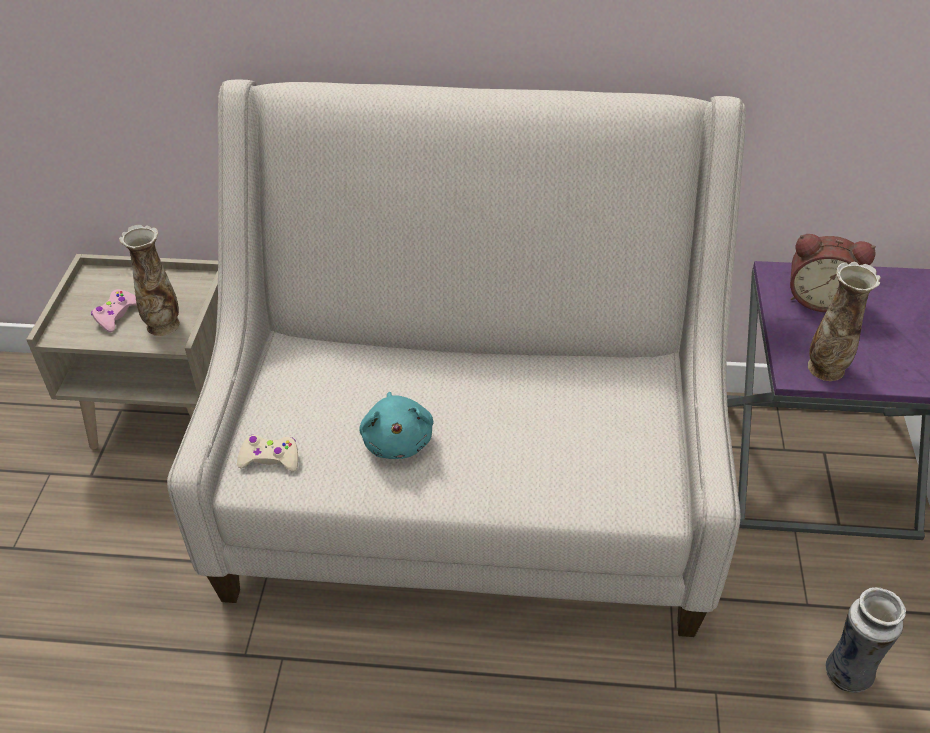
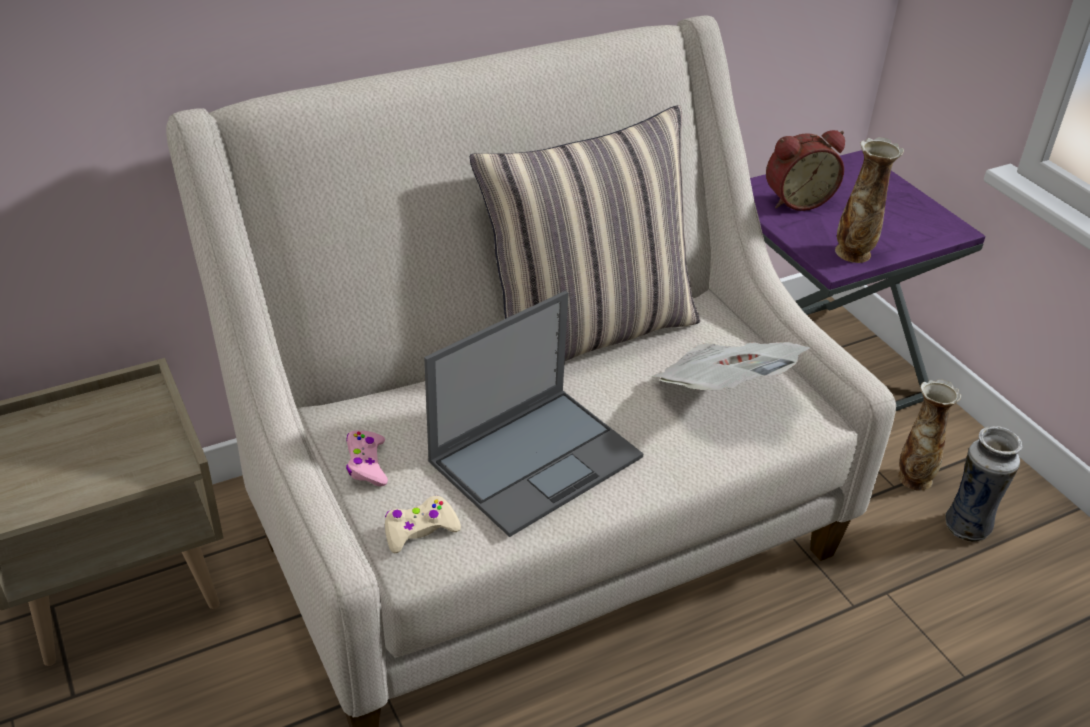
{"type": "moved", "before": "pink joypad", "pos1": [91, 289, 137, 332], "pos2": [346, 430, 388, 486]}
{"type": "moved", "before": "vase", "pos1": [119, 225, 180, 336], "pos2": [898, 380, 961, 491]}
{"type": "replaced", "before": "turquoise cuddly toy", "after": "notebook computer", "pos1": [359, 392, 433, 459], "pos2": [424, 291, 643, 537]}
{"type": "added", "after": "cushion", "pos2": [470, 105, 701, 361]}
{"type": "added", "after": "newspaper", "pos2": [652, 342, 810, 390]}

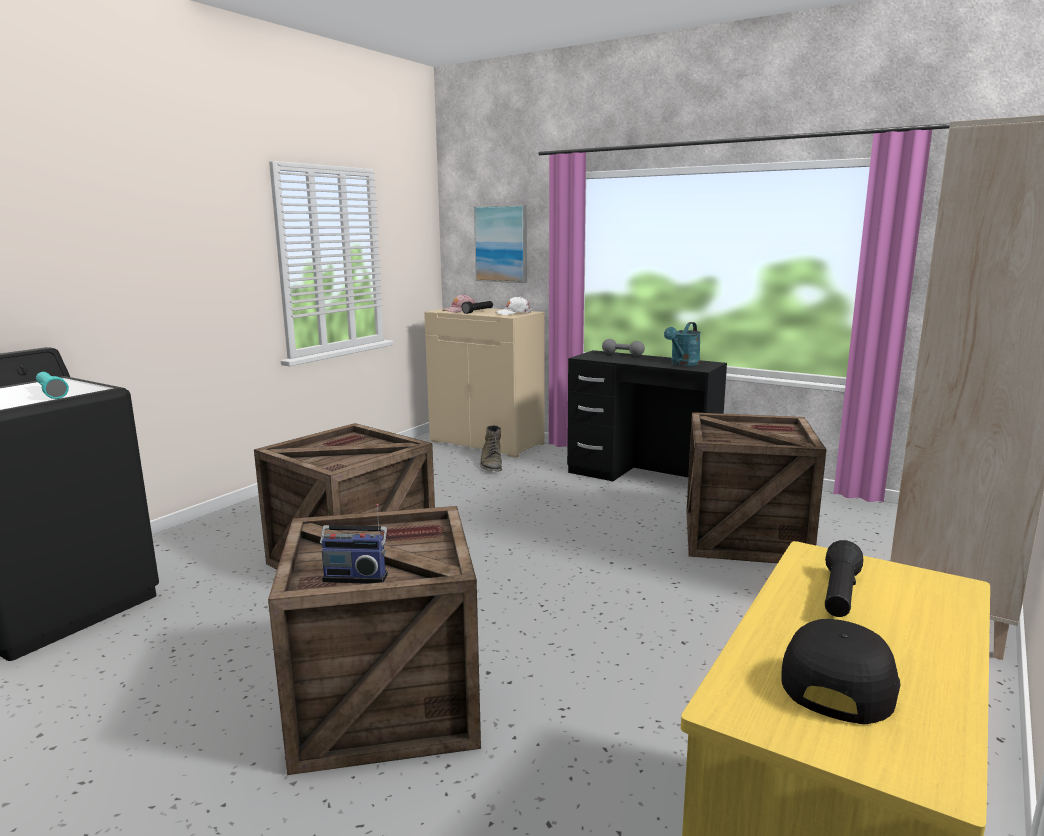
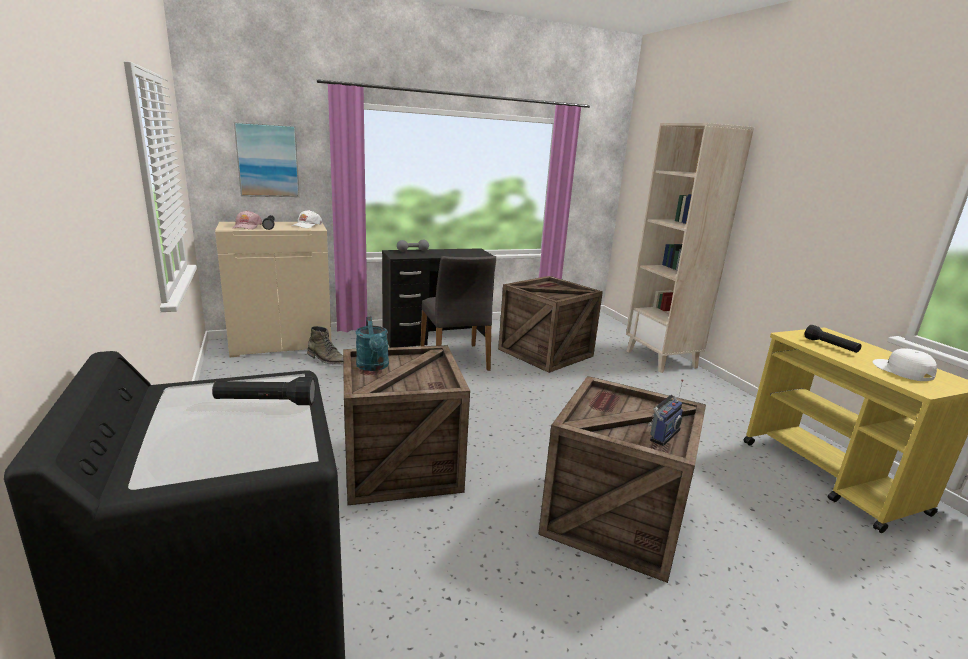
{"type": "recoloured", "before": "turquoise torch", "after": "black torch", "pos1": [36, 372, 69, 399], "pos2": [212, 377, 315, 405]}
{"type": "moved", "before": "turquoise watering can", "pos1": [664, 322, 701, 366], "pos2": [355, 317, 389, 371]}
{"type": "recoloured", "before": "black baseball cap", "after": "white-coloured baseball cap", "pos1": [781, 619, 901, 724], "pos2": [873, 348, 937, 381]}
{"type": "added", "after": "greyish upright chair", "pos2": [420, 256, 496, 371]}

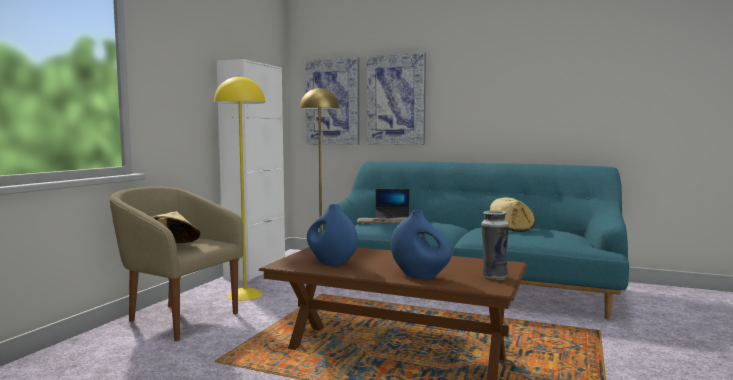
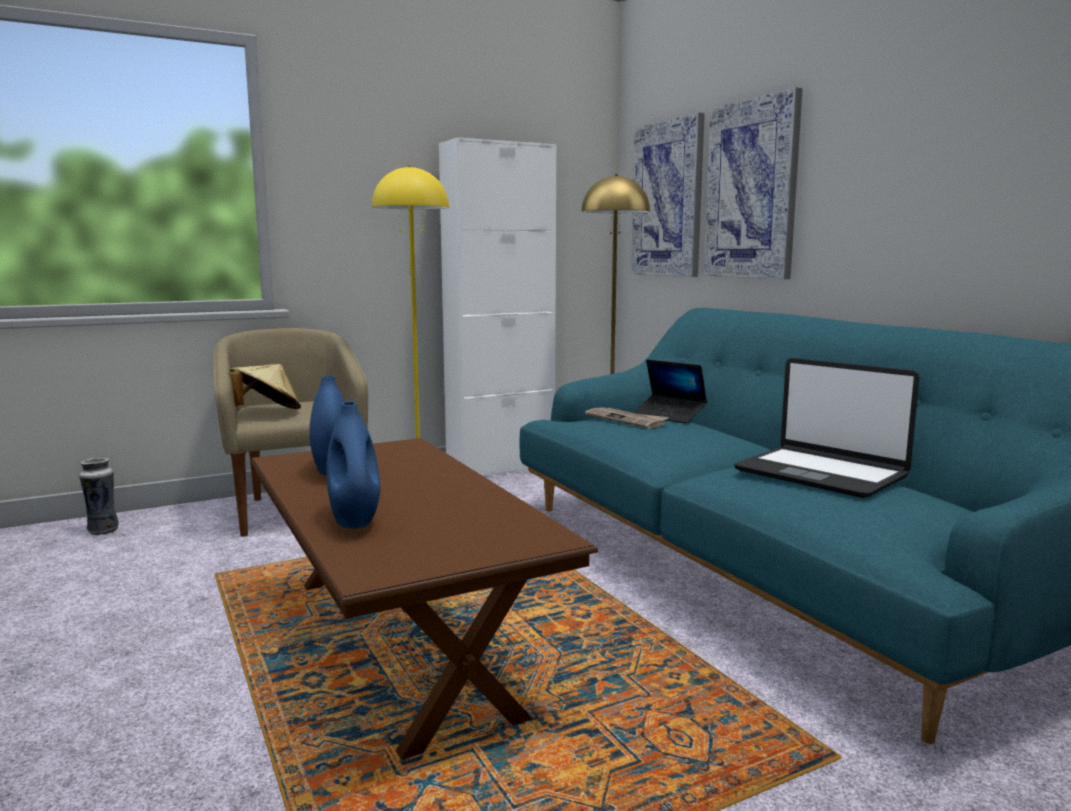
{"type": "moved", "before": "vase", "pos1": [481, 210, 509, 280], "pos2": [79, 458, 119, 535]}
{"type": "replaced", "before": "beige-coloured hat", "after": "notebook computer", "pos1": [490, 197, 535, 232], "pos2": [734, 358, 920, 498]}

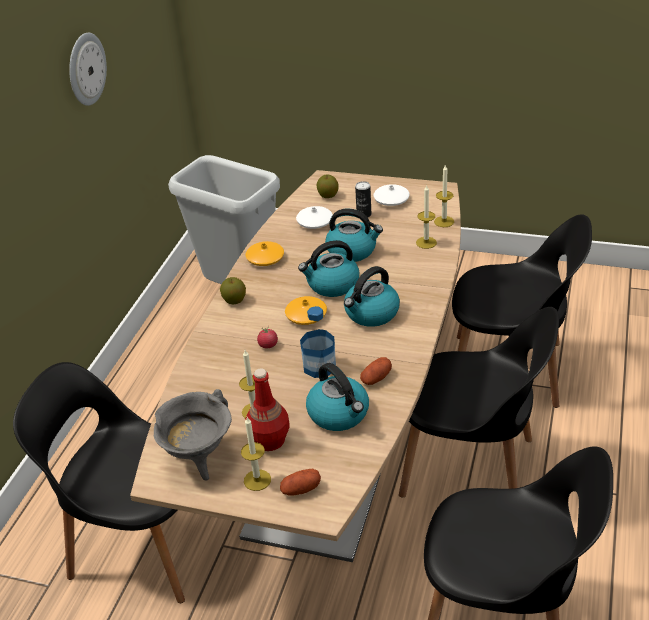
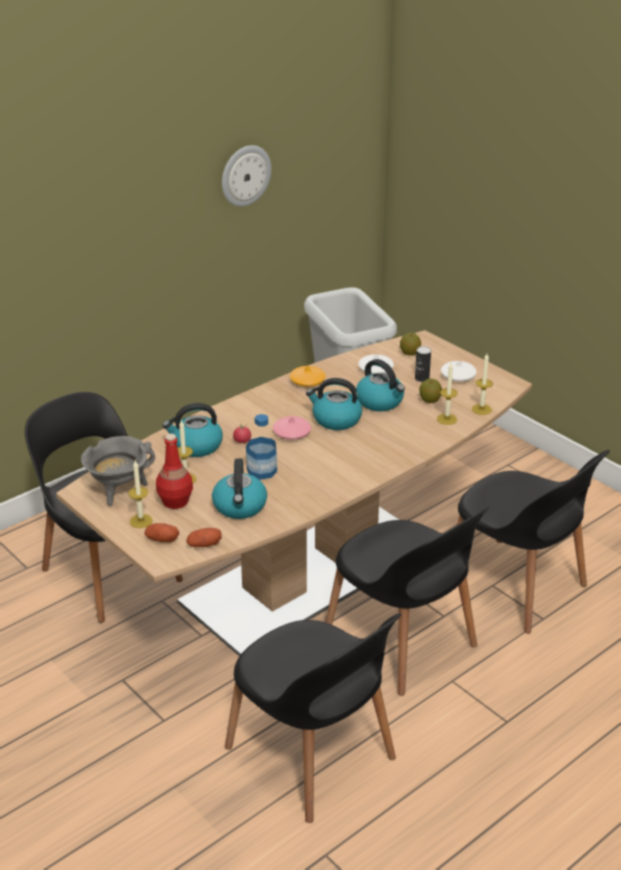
{"type": "moved", "before": "whole apple", "pos1": [220, 277, 246, 305], "pos2": [419, 379, 442, 403]}
{"type": "recoloured", "before": "orange vase", "after": "pink vase", "pos1": [285, 296, 327, 325], "pos2": [273, 416, 311, 440]}
{"type": "moved", "before": "tea kettle", "pos1": [344, 266, 400, 327], "pos2": [162, 403, 223, 457]}
{"type": "moved", "before": "whole potato", "pos1": [360, 357, 392, 385], "pos2": [186, 528, 222, 547]}

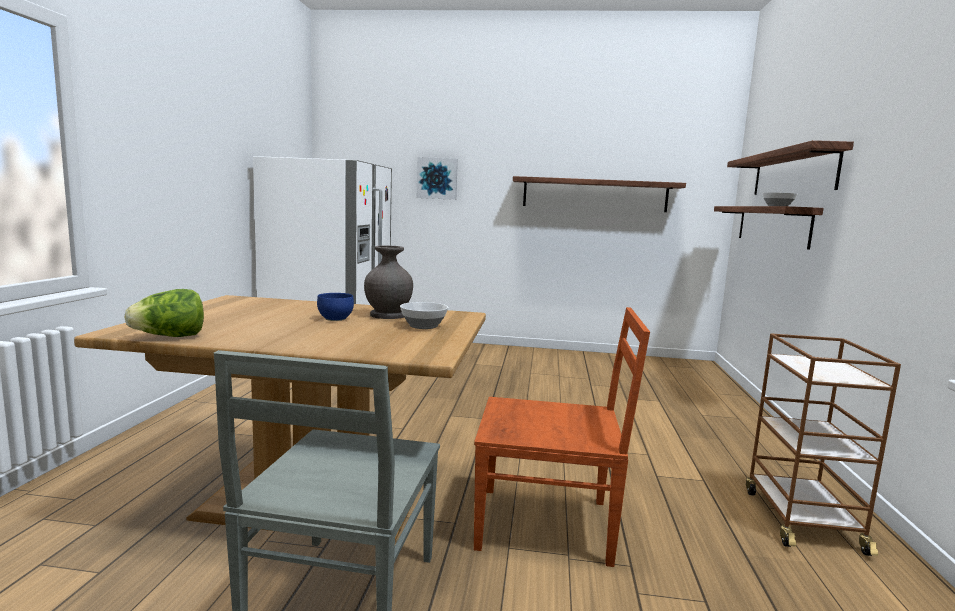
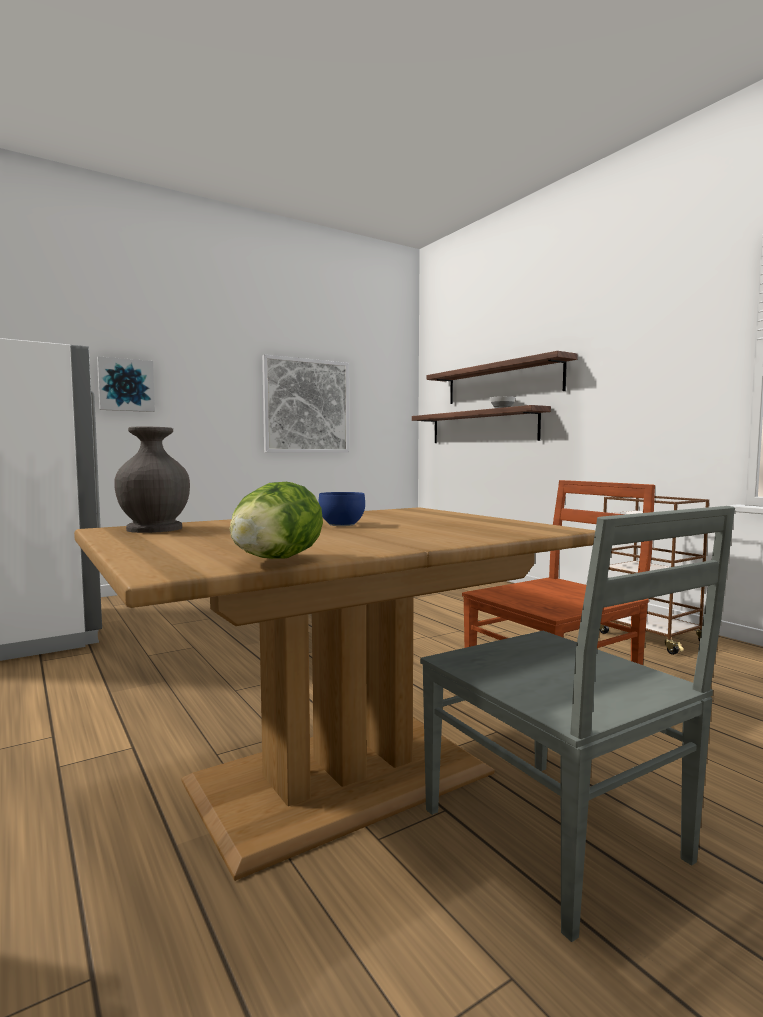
{"type": "moved", "before": "greyish vase", "pos1": [364, 245, 413, 319], "pos2": [114, 427, 190, 533]}
{"type": "removed", "before": "bowl", "pos1": [400, 302, 449, 329]}
{"type": "replaced", "before": "shelf", "after": "wall picture", "pos1": [513, 176, 686, 212], "pos2": [262, 354, 349, 453]}

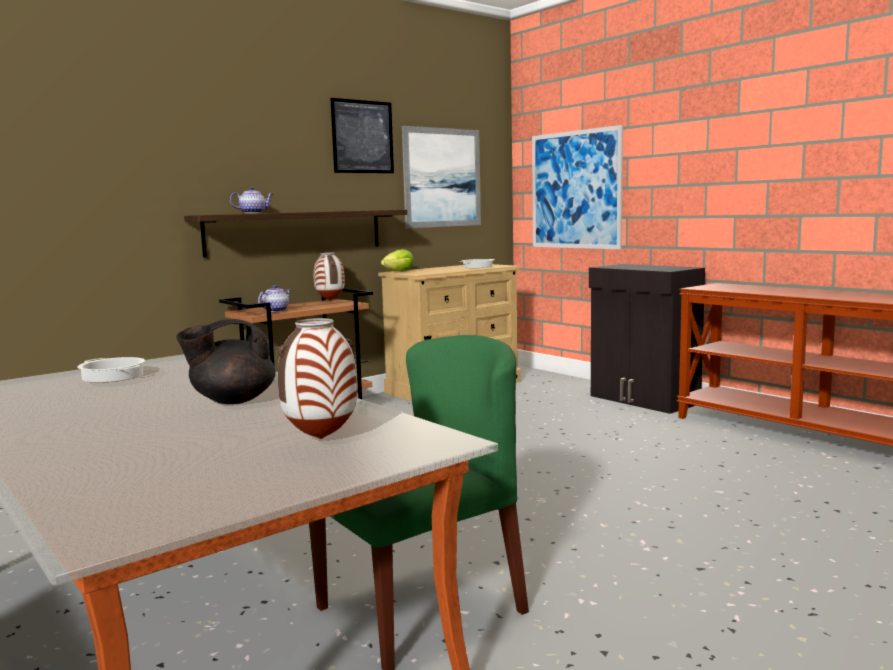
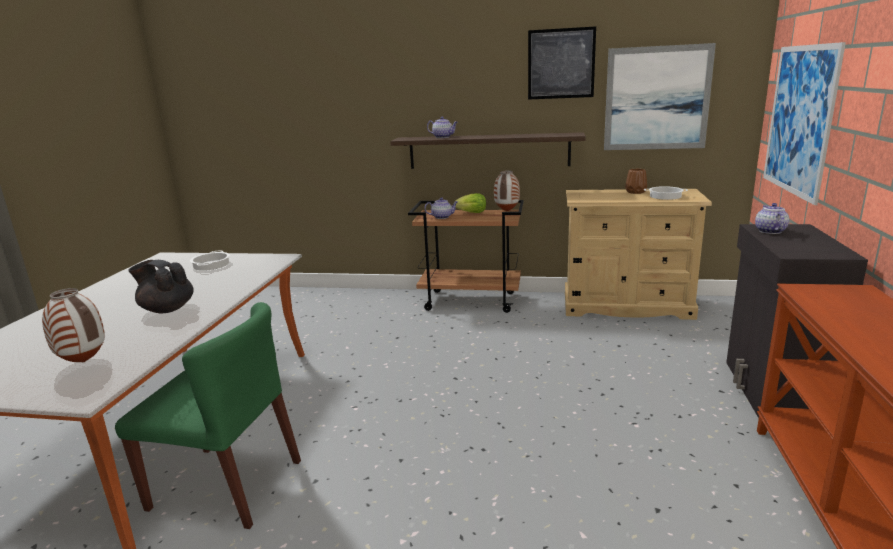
{"type": "moved", "before": "lettuce", "pos1": [381, 249, 414, 272], "pos2": [454, 193, 486, 213]}
{"type": "added", "after": "brownish vase", "pos2": [625, 169, 647, 194]}
{"type": "added", "after": "tea pot", "pos2": [755, 203, 789, 234]}

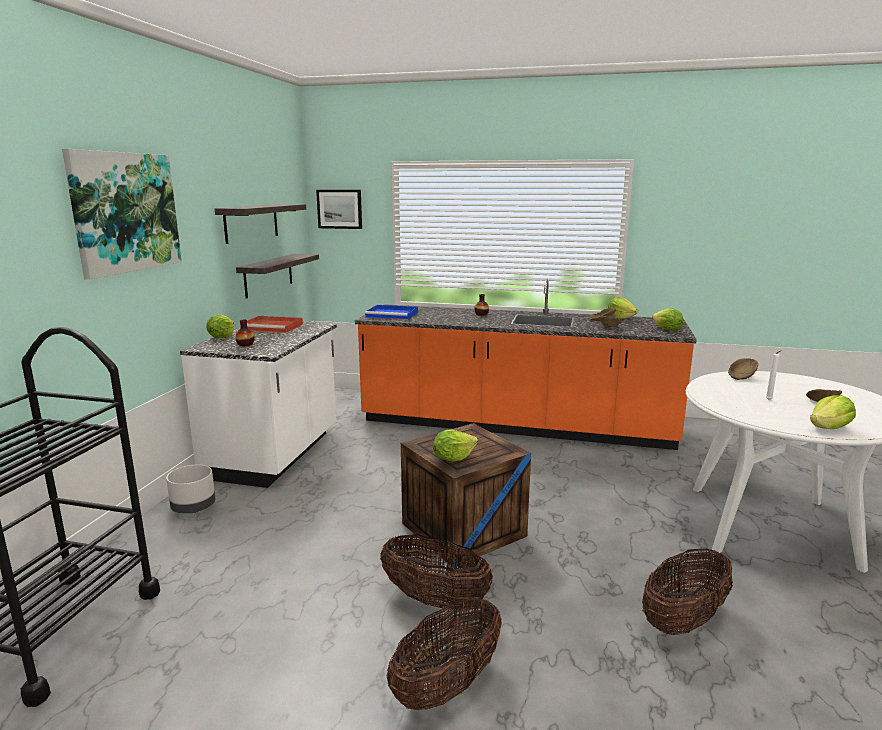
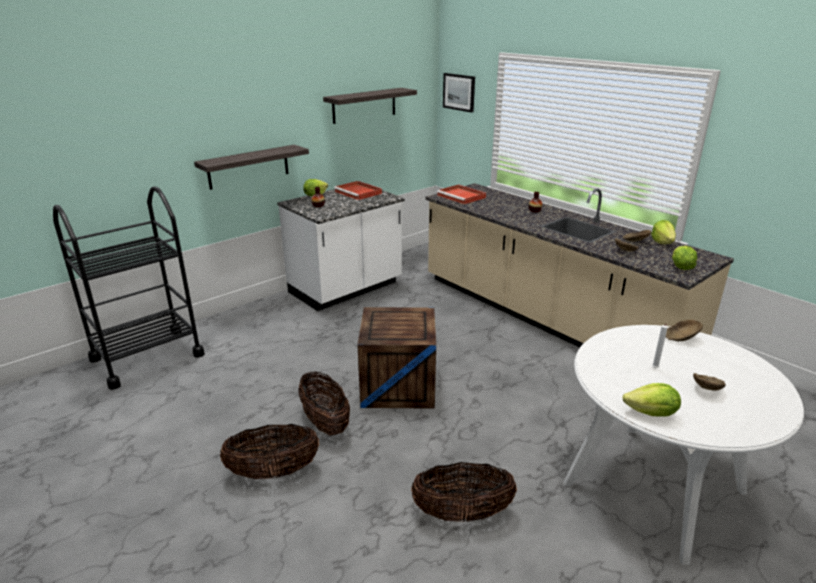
{"type": "removed", "before": "wall picture", "pos1": [62, 149, 182, 279]}
{"type": "removed", "before": "greyish plant pot", "pos1": [166, 464, 215, 514]}
{"type": "moved", "before": "shelf", "pos1": [236, 254, 319, 299], "pos2": [194, 145, 309, 190]}
{"type": "recoloured", "before": "orange kitchen counter", "after": "beige-coloured kitchen counter", "pos1": [355, 279, 697, 450], "pos2": [426, 183, 734, 347]}
{"type": "recoloured", "before": "blue carrying tray", "after": "red-coloured carrying tray", "pos1": [365, 305, 418, 320], "pos2": [437, 184, 486, 204]}
{"type": "removed", "before": "lettuce", "pos1": [433, 430, 478, 461]}

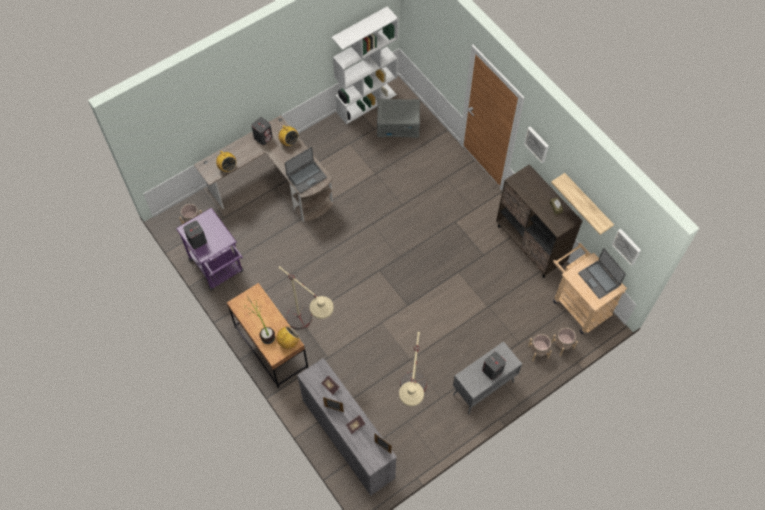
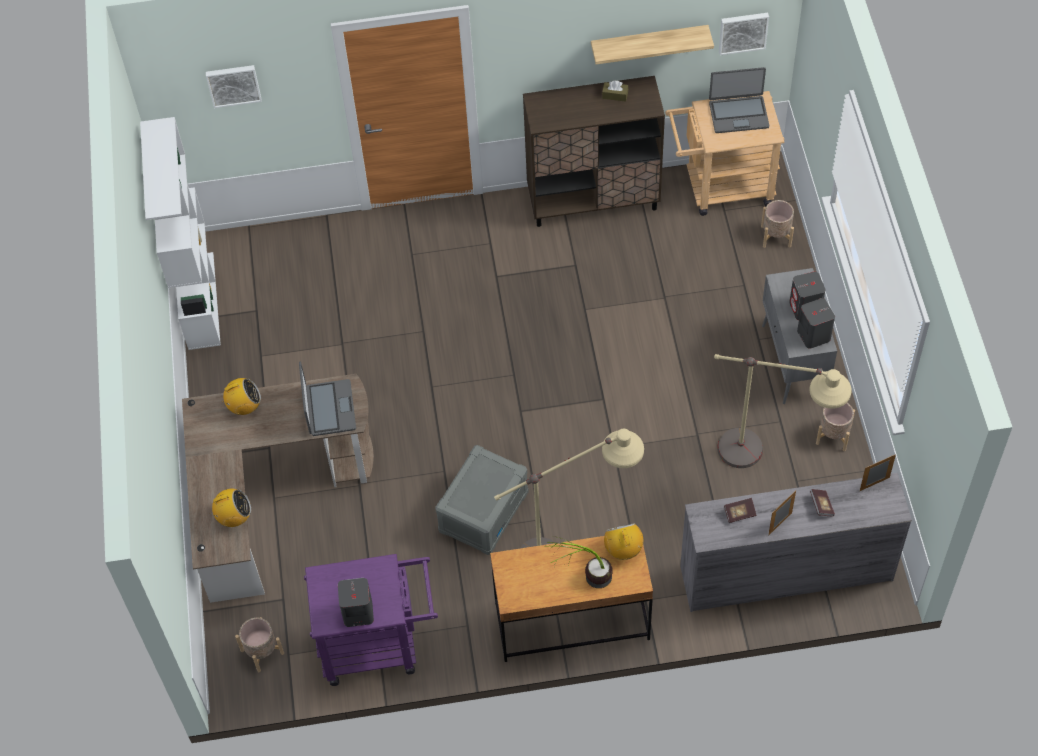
{"type": "moved", "before": "greyish speaker", "pos1": [251, 117, 273, 145], "pos2": [797, 298, 835, 349]}
{"type": "moved", "before": "greyish storage bin", "pos1": [377, 99, 420, 138], "pos2": [435, 445, 529, 555]}
{"type": "moved", "before": "wall picture", "pos1": [524, 126, 549, 163], "pos2": [206, 65, 262, 108]}
{"type": "moved", "before": "beige-coloured plant pot", "pos1": [528, 334, 552, 362], "pos2": [816, 403, 855, 451]}

